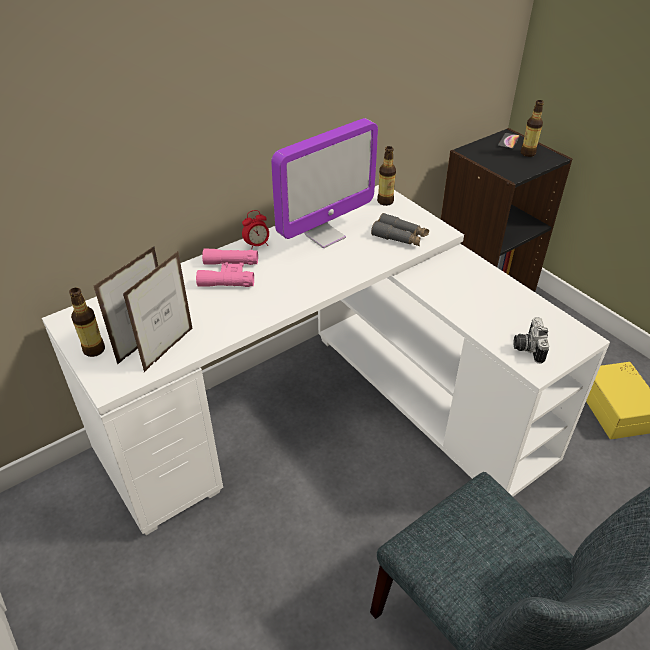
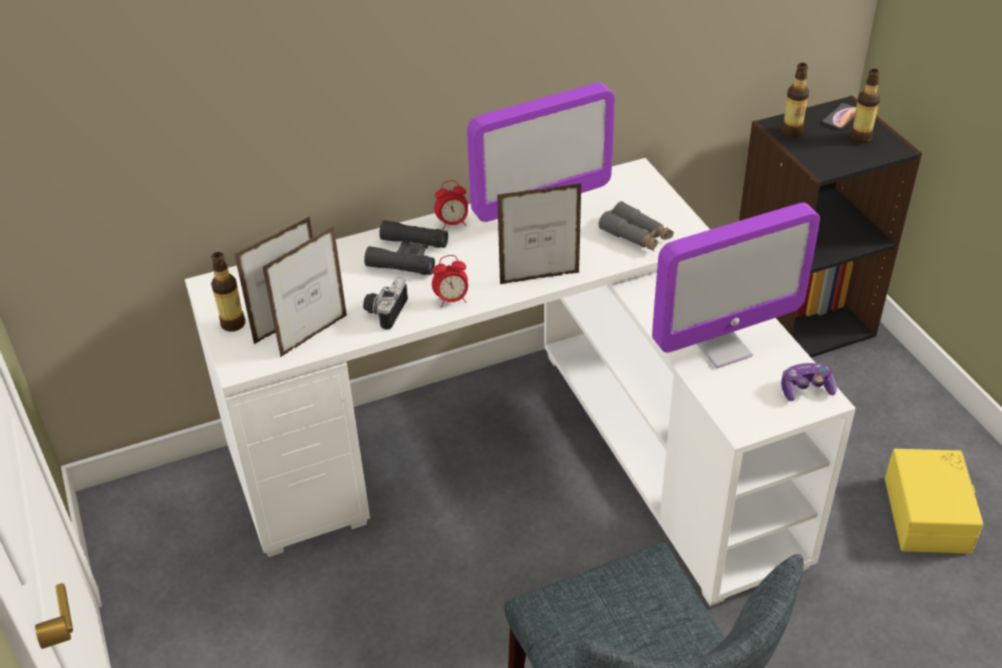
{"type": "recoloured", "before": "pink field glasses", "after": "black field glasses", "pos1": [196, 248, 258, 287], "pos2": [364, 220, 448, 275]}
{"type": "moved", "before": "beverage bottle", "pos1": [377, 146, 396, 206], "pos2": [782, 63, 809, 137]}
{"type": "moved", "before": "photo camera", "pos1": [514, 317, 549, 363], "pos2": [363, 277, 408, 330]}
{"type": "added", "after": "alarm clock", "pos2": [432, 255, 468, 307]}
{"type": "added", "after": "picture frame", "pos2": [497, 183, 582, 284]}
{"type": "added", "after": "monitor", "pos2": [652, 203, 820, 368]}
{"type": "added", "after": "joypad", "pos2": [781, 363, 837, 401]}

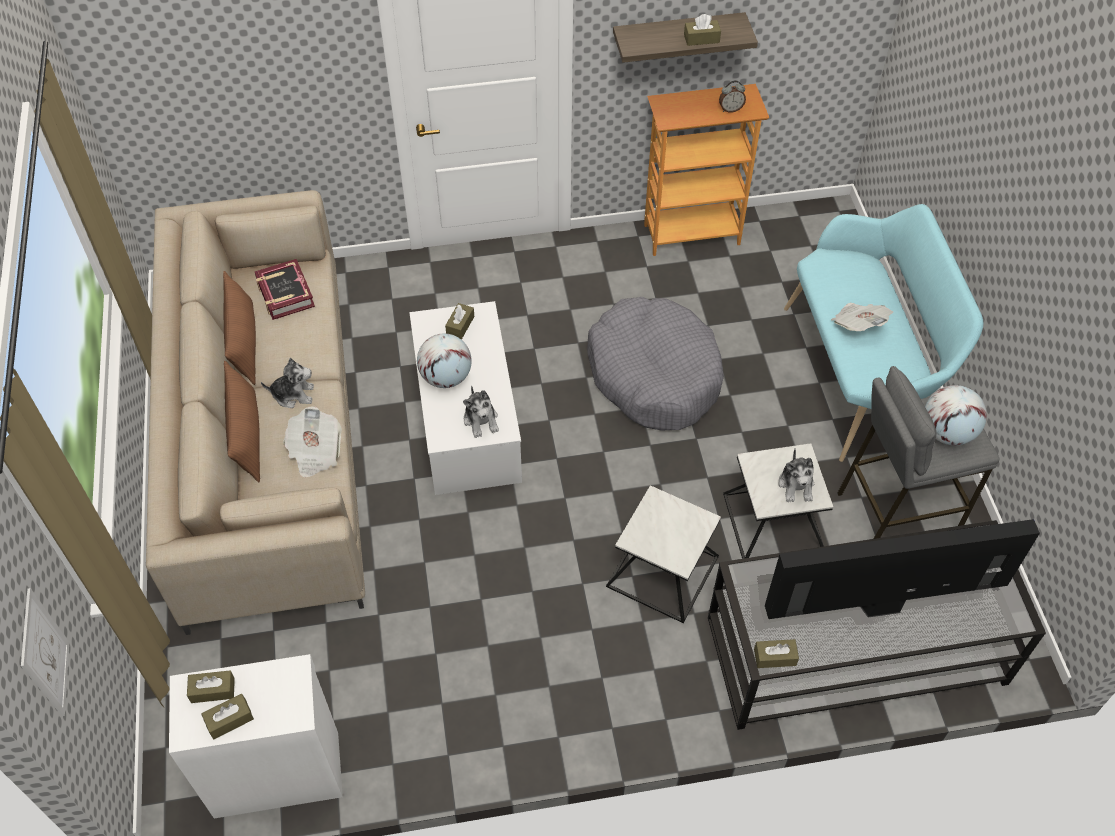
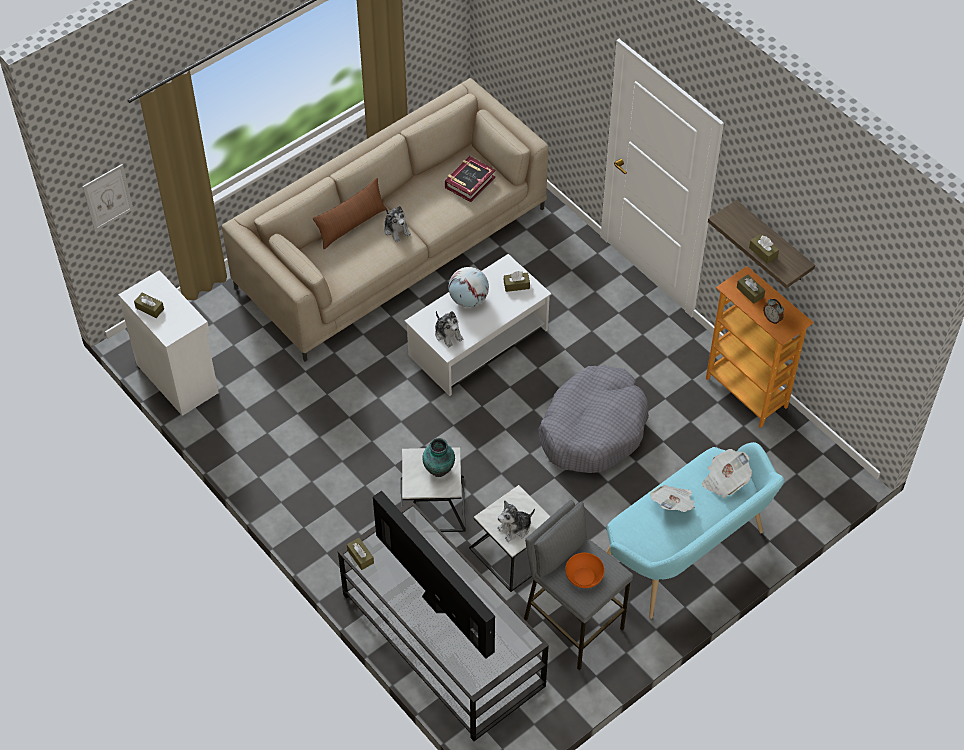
{"type": "moved", "before": "brownish tissue box", "pos1": [187, 670, 235, 703], "pos2": [737, 275, 765, 304]}
{"type": "removed", "before": "brownish cushion", "pos1": [223, 271, 256, 385]}
{"type": "moved", "before": "newspaper", "pos1": [283, 406, 342, 478], "pos2": [702, 449, 752, 498]}
{"type": "turned", "before": "cuddly toy", "pos1": [463, 386, 499, 438], "pos2": [435, 311, 463, 348], "turn": -75}
{"type": "replaced", "before": "globe", "after": "orange bowl", "pos1": [925, 385, 987, 445], "pos2": [565, 553, 605, 588]}
{"type": "added", "after": "vase", "pos2": [422, 438, 455, 477]}

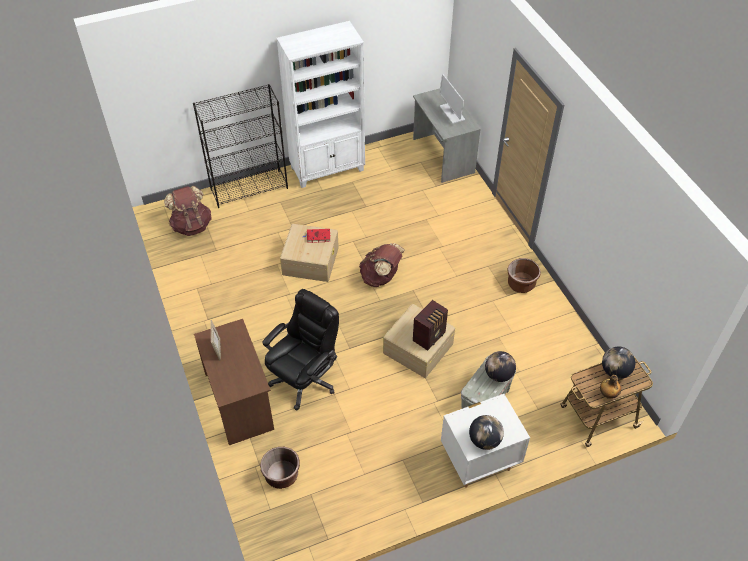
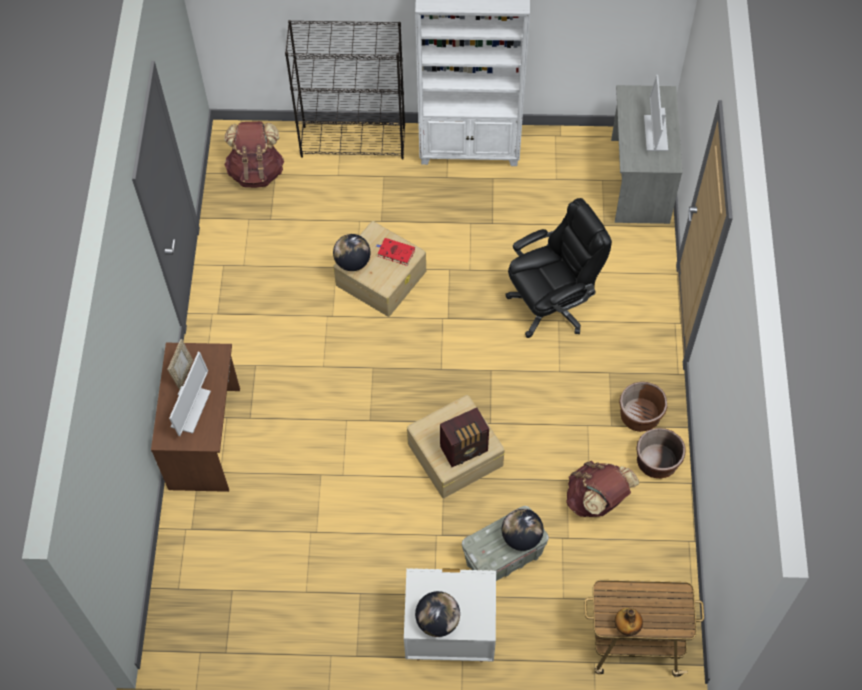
{"type": "moved", "before": "brownish plant pot", "pos1": [260, 447, 300, 489], "pos2": [636, 428, 686, 478]}
{"type": "moved", "before": "black desk chair", "pos1": [262, 289, 339, 410], "pos2": [506, 198, 612, 338]}
{"type": "moved", "before": "brownish knapsack", "pos1": [359, 243, 405, 287], "pos2": [566, 461, 639, 517]}
{"type": "moved", "before": "globe", "pos1": [602, 347, 636, 379], "pos2": [333, 234, 371, 271]}
{"type": "added", "after": "monitor", "pos2": [169, 352, 211, 436]}

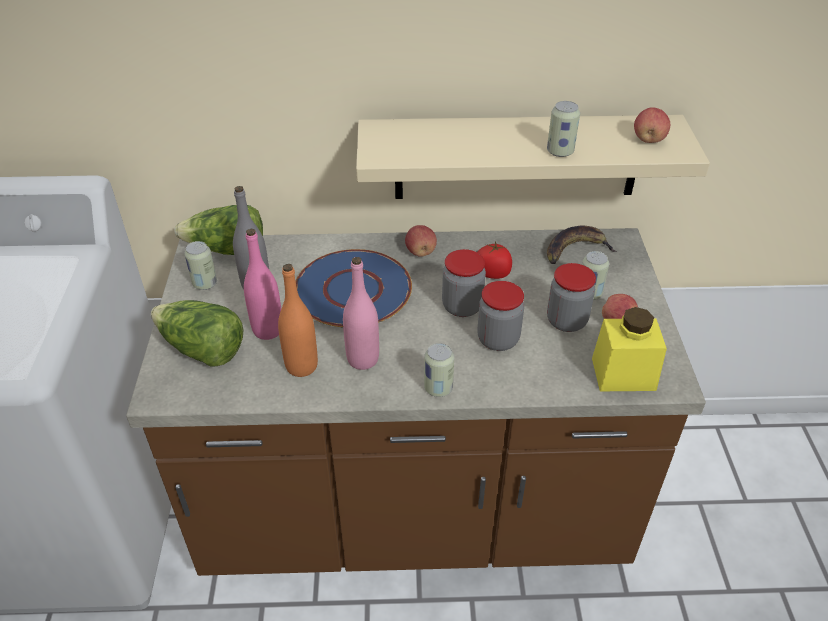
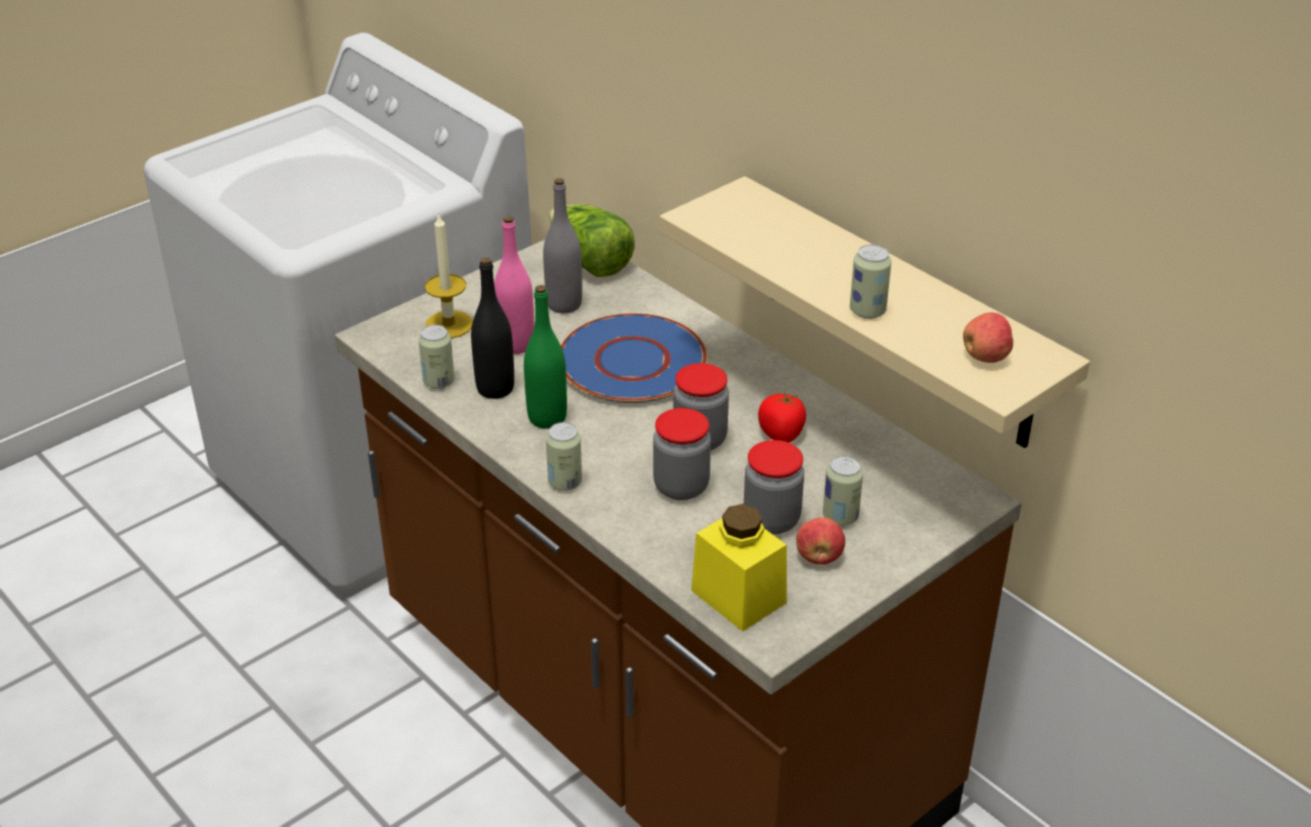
{"type": "replaced", "before": "lettuce", "after": "wax light", "pos1": [151, 300, 244, 367], "pos2": [425, 213, 473, 338]}
{"type": "moved", "before": "sealed can", "pos1": [184, 241, 217, 290], "pos2": [418, 325, 455, 389]}
{"type": "recoloured", "before": "orange beverage bottle", "after": "black beverage bottle", "pos1": [278, 264, 318, 377], "pos2": [471, 257, 514, 399]}
{"type": "recoloured", "before": "pink beverage bottle", "after": "green beverage bottle", "pos1": [343, 257, 379, 370], "pos2": [524, 285, 567, 429]}
{"type": "removed", "before": "whole apple", "pos1": [405, 225, 437, 257]}
{"type": "removed", "before": "whole banana", "pos1": [547, 225, 617, 264]}

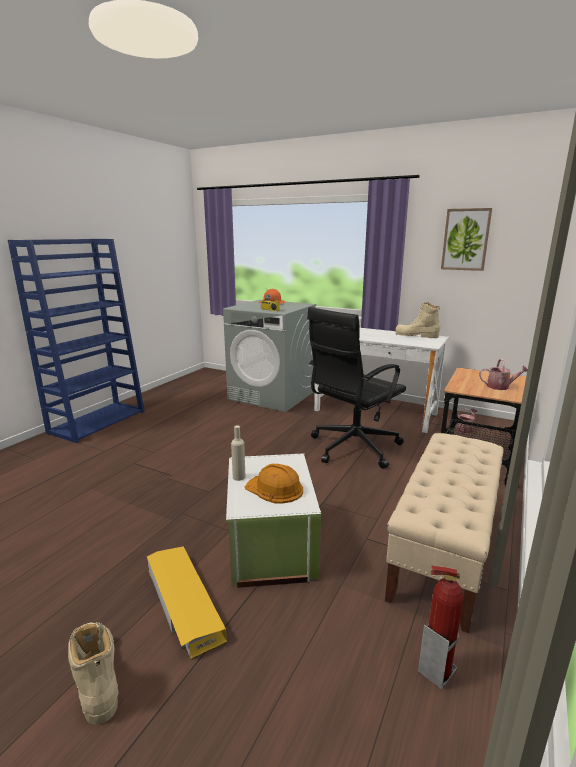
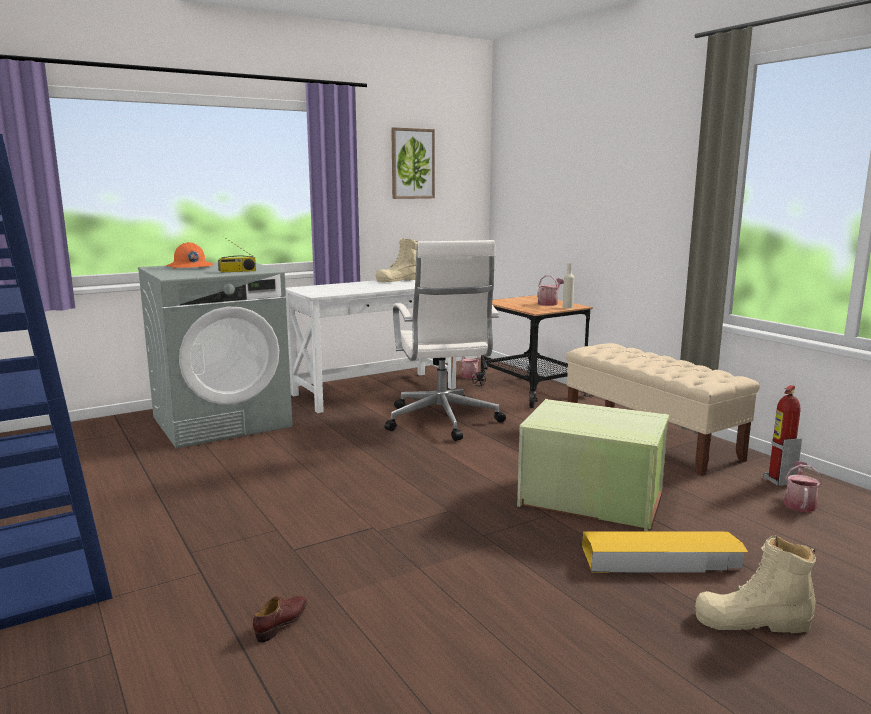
{"type": "recoloured", "before": "white-coloured storage bin", "after": "green storage bin", "pos1": [226, 453, 321, 588], "pos2": [517, 399, 669, 531]}
{"type": "moved", "before": "beige-coloured beverage bottle", "pos1": [231, 425, 245, 481], "pos2": [563, 263, 574, 308]}
{"type": "removed", "before": "orange hard hat", "pos1": [245, 464, 303, 504]}
{"type": "recoloured", "before": "black desk chair", "after": "white-coloured desk chair", "pos1": [307, 307, 406, 469], "pos2": [384, 240, 506, 441]}
{"type": "added", "after": "brownish item of footwear", "pos2": [253, 596, 307, 642]}
{"type": "added", "after": "watering can", "pos2": [784, 461, 822, 512]}

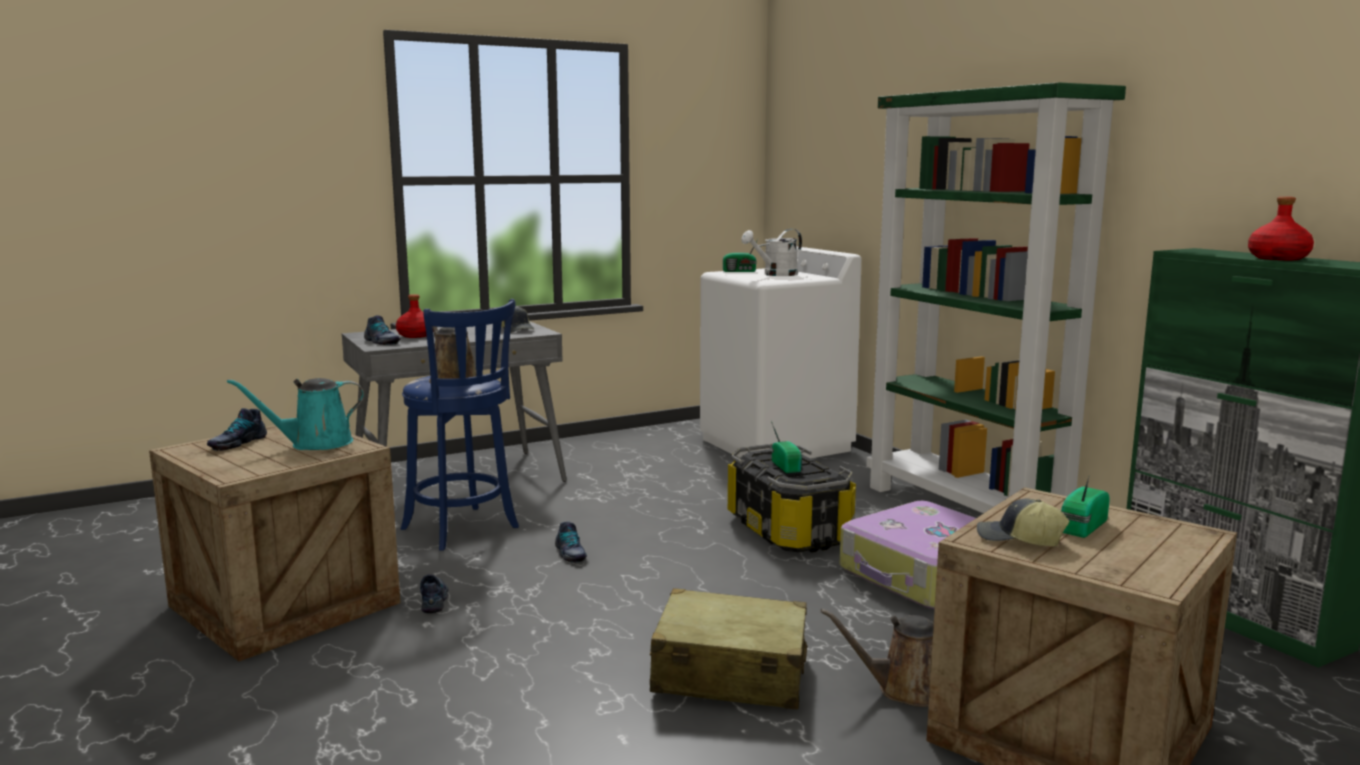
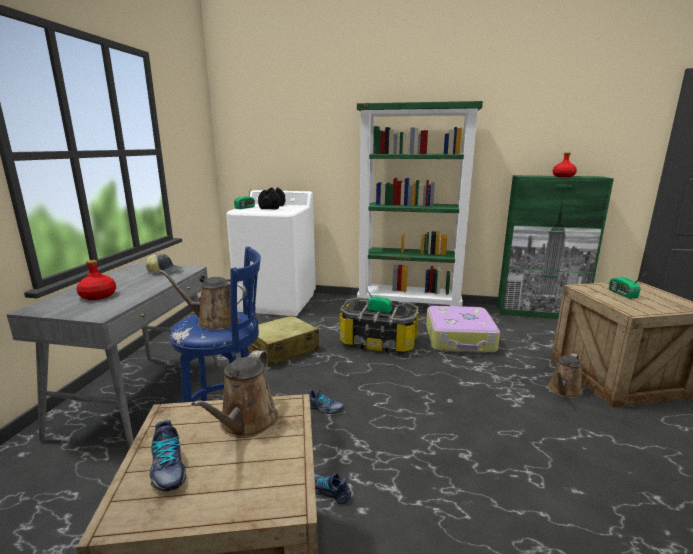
{"type": "recoloured", "before": "turquoise watering can", "after": "brownish watering can", "pos1": [227, 378, 364, 450], "pos2": [191, 350, 278, 438]}
{"type": "removed", "before": "item of footwear", "pos1": [364, 315, 400, 345]}
{"type": "moved", "before": "beige-coloured travel case", "pos1": [650, 588, 807, 709], "pos2": [248, 315, 319, 366]}
{"type": "replaced", "before": "white-coloured watering can", "after": "black free weight", "pos1": [741, 229, 802, 276], "pos2": [258, 188, 285, 209]}
{"type": "removed", "before": "baseball cap", "pos1": [977, 498, 1070, 547]}

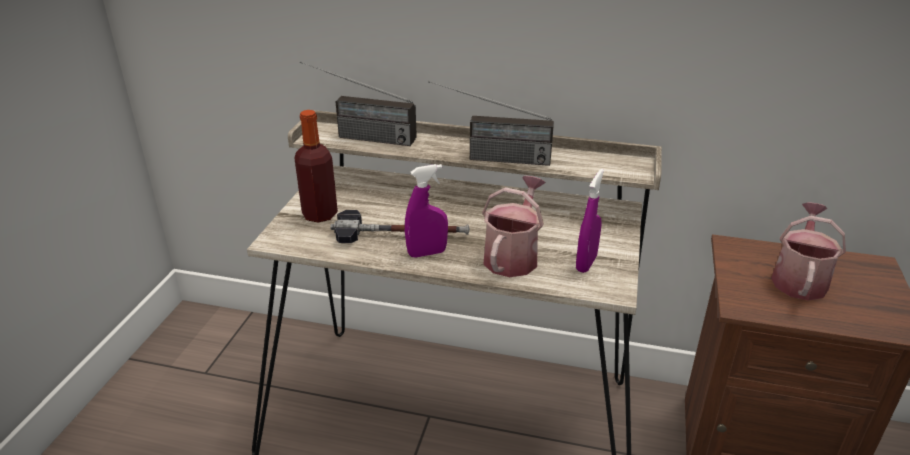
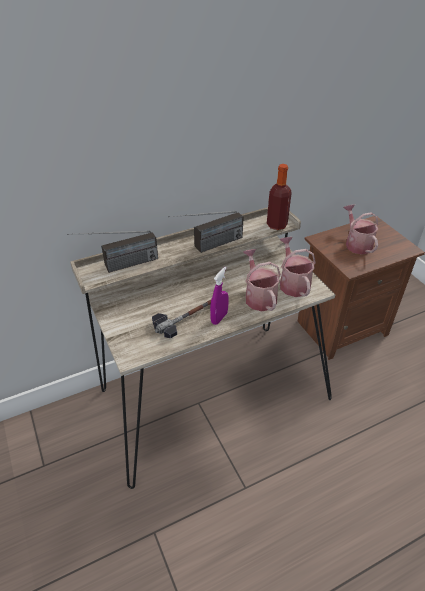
{"type": "moved", "before": "beverage bottle", "pos1": [294, 110, 338, 223], "pos2": [267, 164, 292, 230]}
{"type": "replaced", "before": "purple-coloured sprayer", "after": "watering can", "pos1": [576, 169, 604, 273], "pos2": [279, 237, 316, 297]}

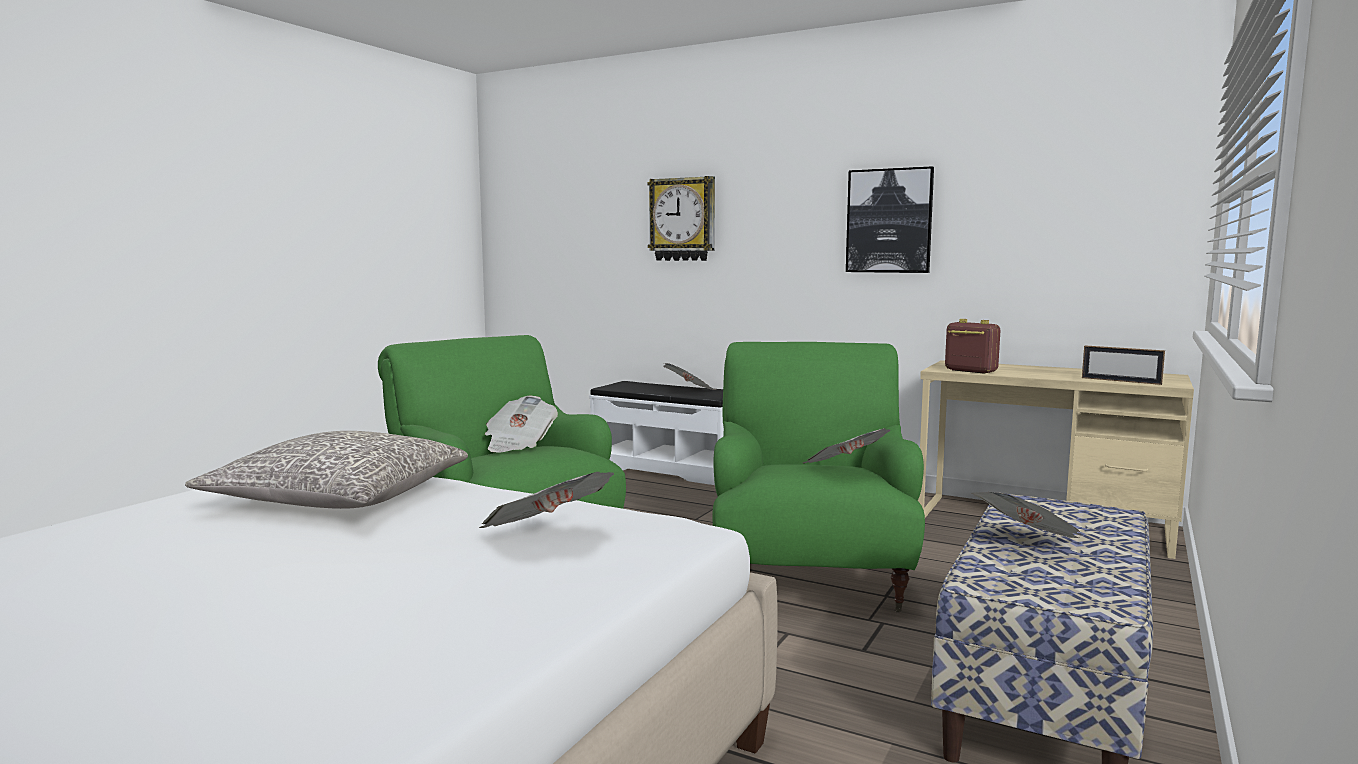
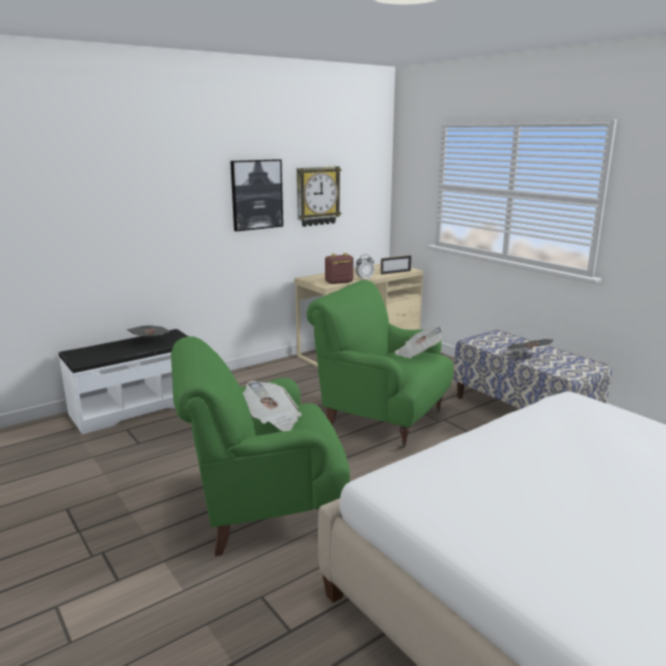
{"type": "removed", "before": "greyish cushion", "pos1": [185, 431, 468, 509]}
{"type": "removed", "before": "newspaper", "pos1": [479, 472, 614, 528]}
{"type": "moved", "before": "hanging clock", "pos1": [647, 176, 715, 261], "pos2": [297, 166, 341, 227]}
{"type": "added", "after": "alarm clock", "pos2": [355, 255, 374, 280]}

